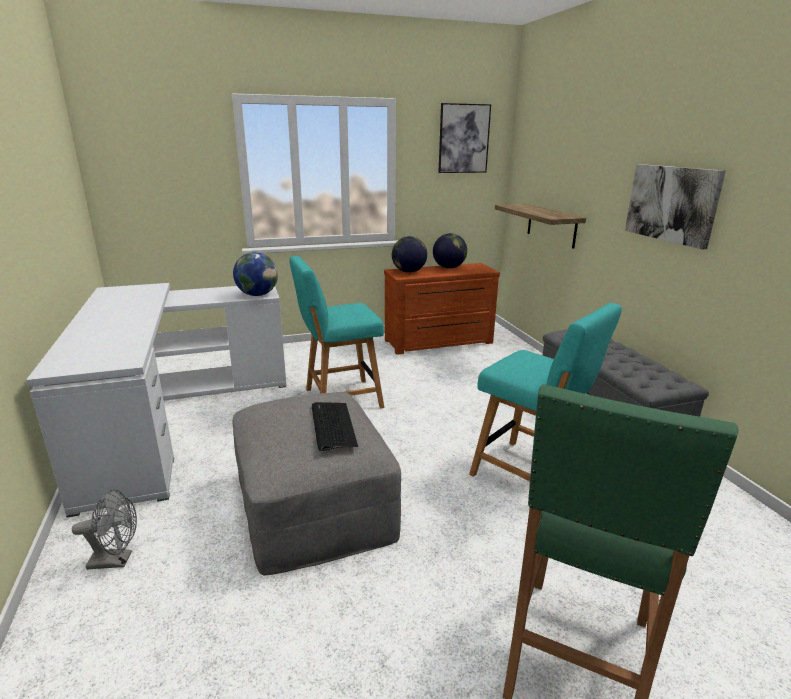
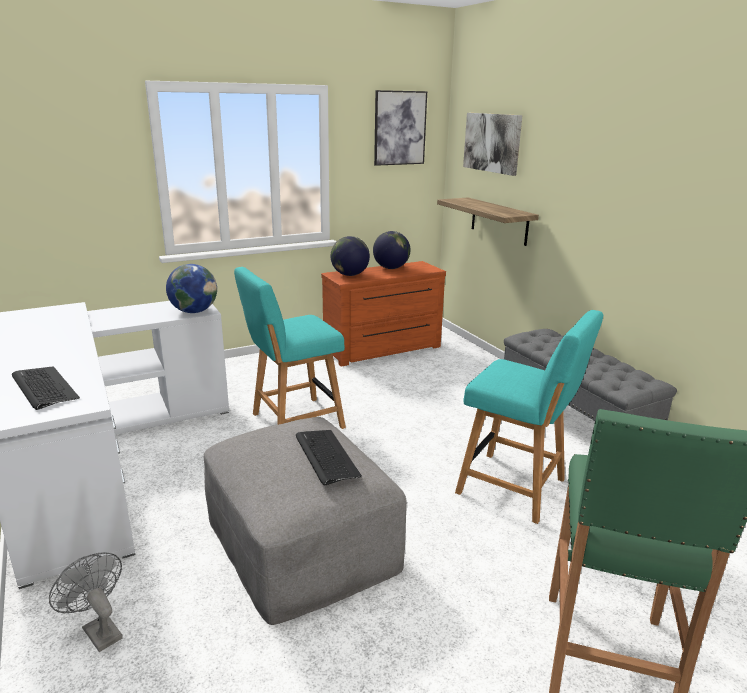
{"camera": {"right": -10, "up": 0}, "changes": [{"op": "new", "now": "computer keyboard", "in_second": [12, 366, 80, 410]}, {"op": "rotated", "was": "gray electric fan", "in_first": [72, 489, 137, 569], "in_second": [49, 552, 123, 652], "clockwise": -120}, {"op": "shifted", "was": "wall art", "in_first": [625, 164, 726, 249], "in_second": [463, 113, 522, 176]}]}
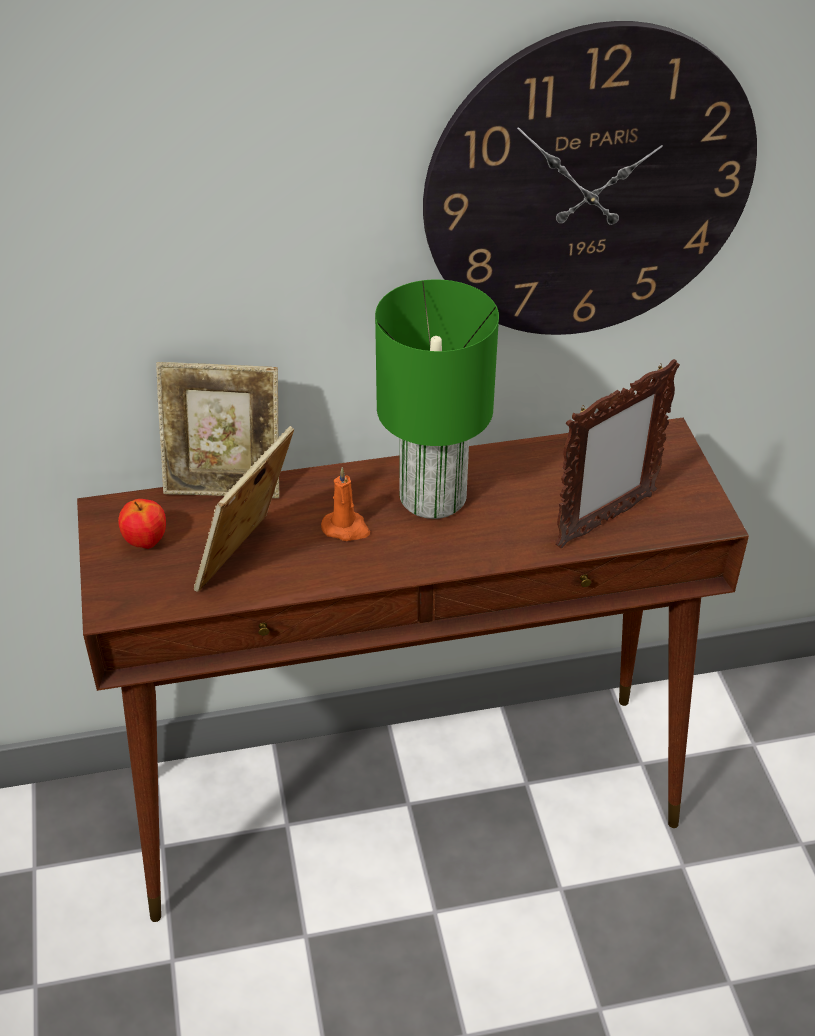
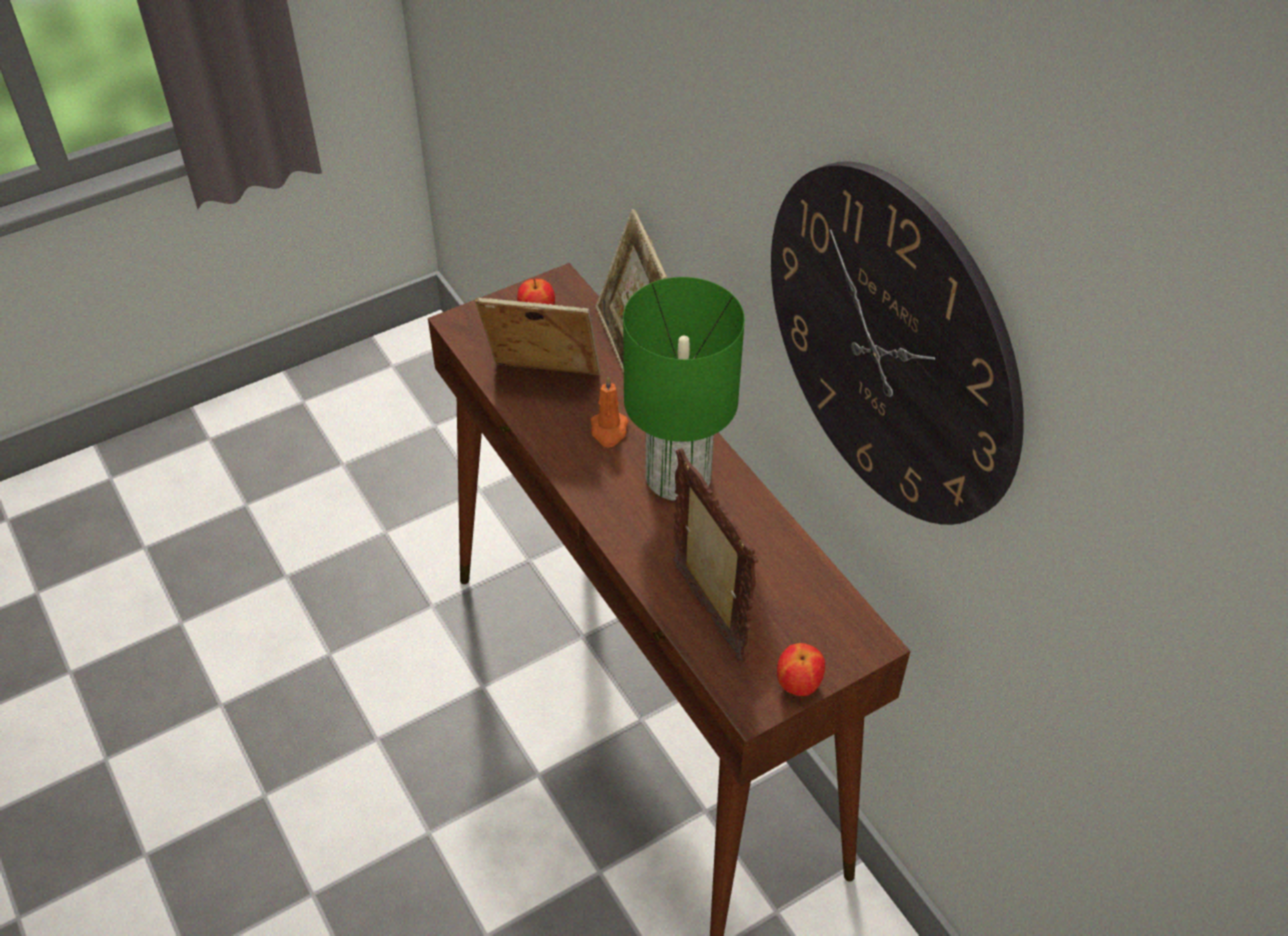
{"camera": {"right": 70, "up": 5}, "changes": [{"op": "rotated", "was": "picture frame", "in_first": [555, 359, 680, 548], "in_second": [673, 448, 759, 662], "clockwise": -150}, {"op": "new", "now": "apple fruit", "in_second": [777, 643, 825, 696]}]}
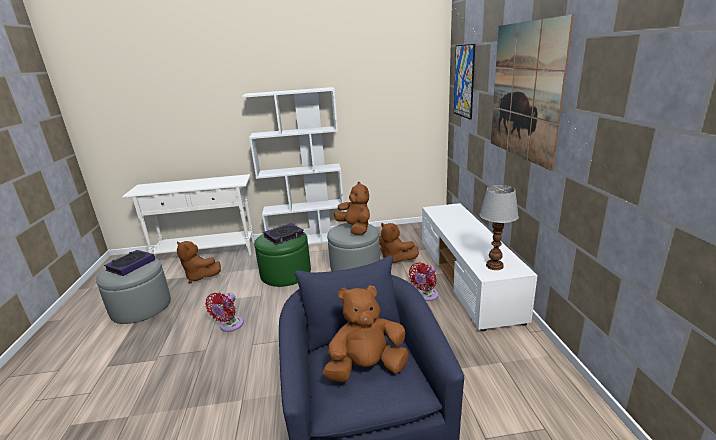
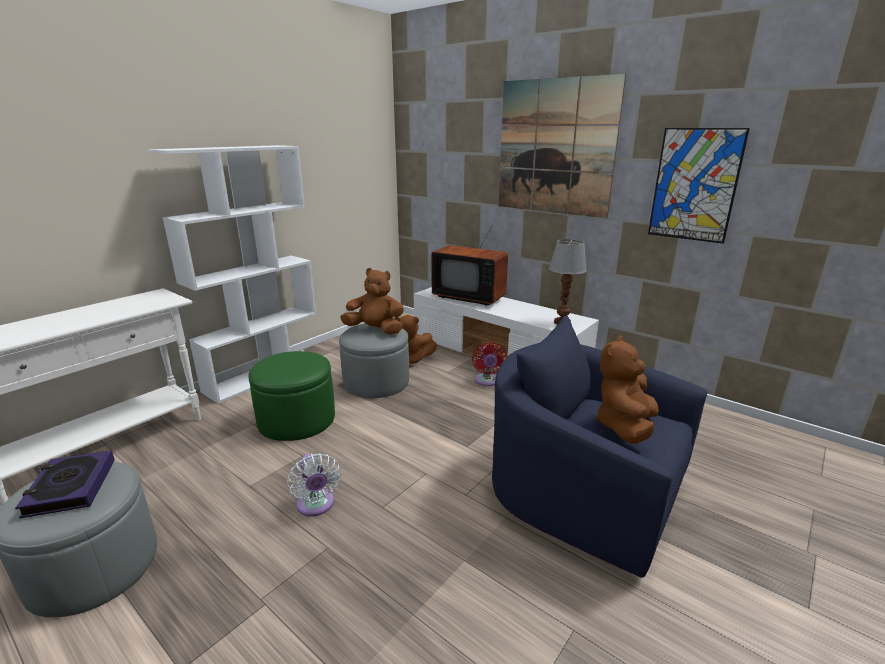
{"camera": {"right": -45, "up": 0}, "changes": [{"op": "repainted", "was": "red electric fan", "now": "white electric fan", "in_first": [205, 293, 244, 332], "in_second": [287, 453, 341, 516]}, {"op": "new", "now": "TV", "in_second": [431, 224, 508, 306]}, {"op": "shifted", "was": "wall art", "in_first": [454, 44, 475, 120], "in_second": [648, 128, 750, 244]}, {"op": "gone", "was": "brownish soft toy", "in_first": [177, 241, 221, 284]}, {"op": "gone", "was": "book", "in_first": [264, 223, 304, 245]}]}
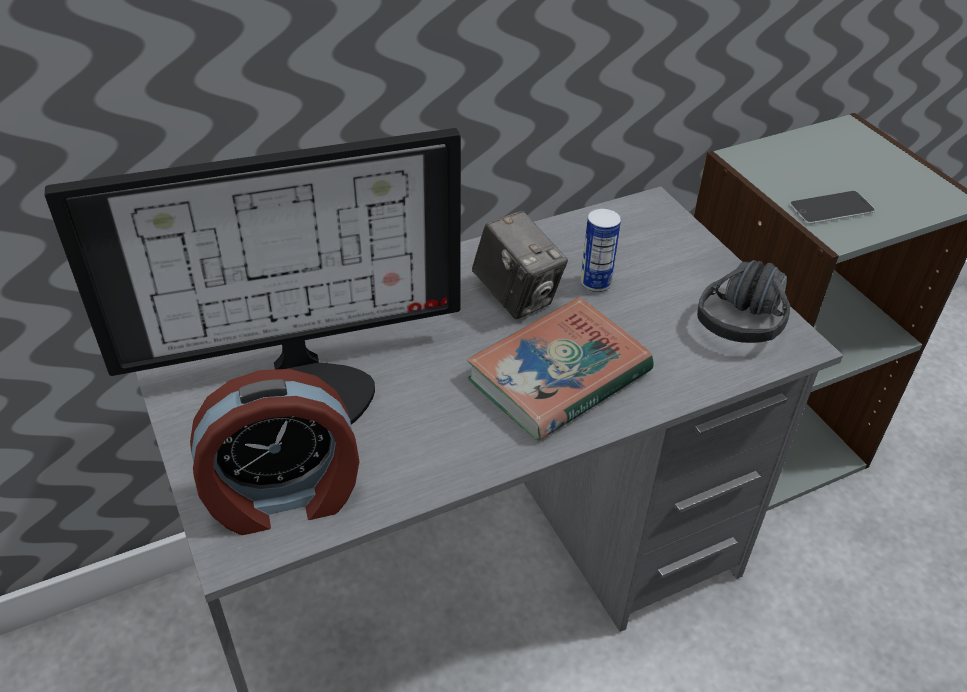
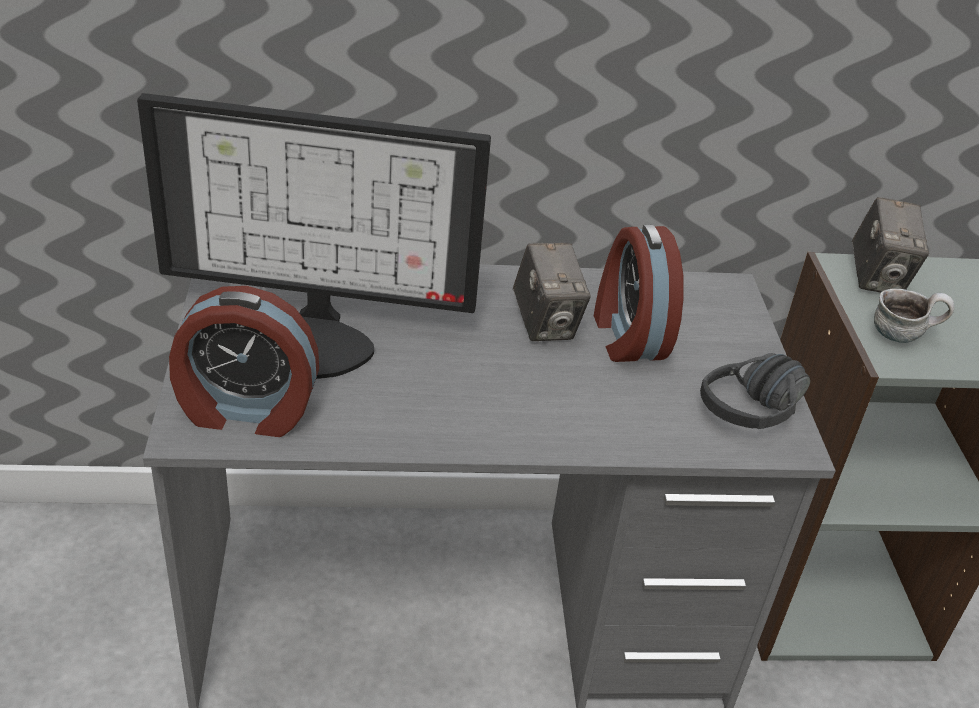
{"camera": {"right": 20, "up": -5}, "changes": [{"op": "swapped", "was": "can", "now": "table clock", "in_first": [580, 208, 621, 293], "in_second": [594, 224, 684, 362]}, {"op": "new", "now": "photo camera", "in_second": [852, 197, 929, 293]}, {"op": "swapped", "was": "handset", "now": "coffee mug", "in_first": [789, 191, 875, 224], "in_second": [874, 289, 955, 343]}, {"op": "gone", "was": "book", "in_first": [467, 297, 654, 441]}]}
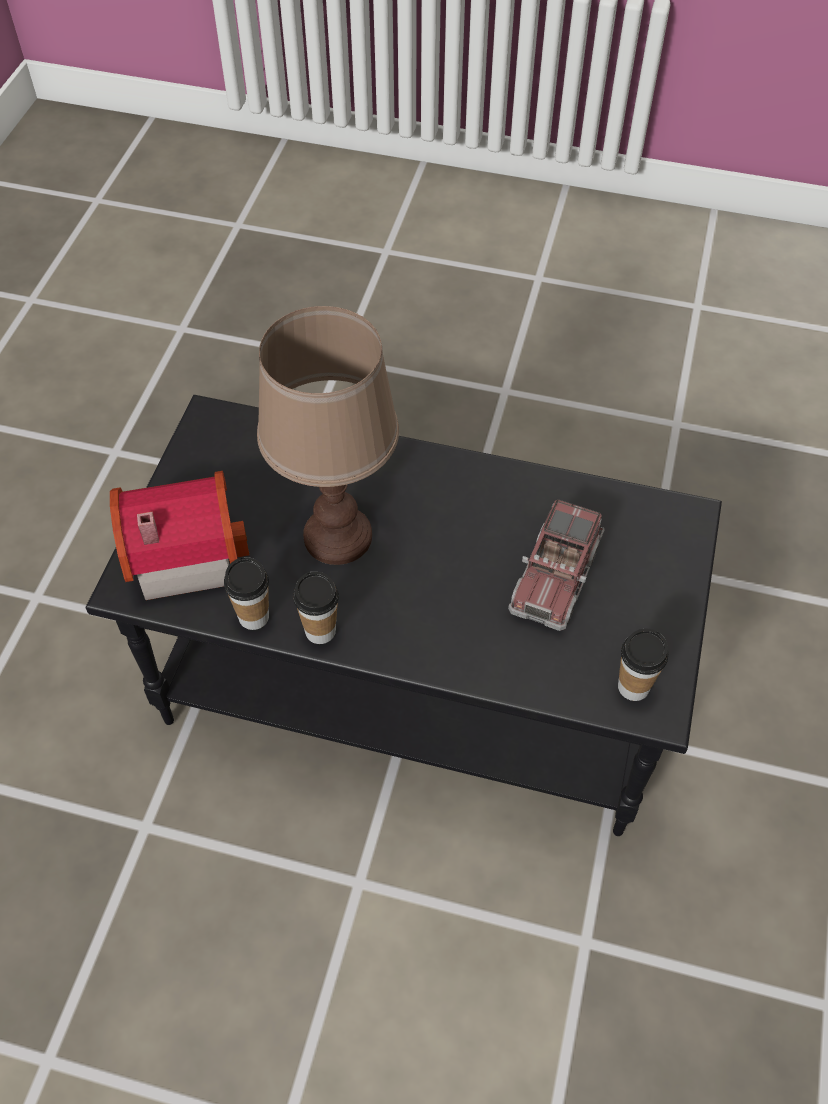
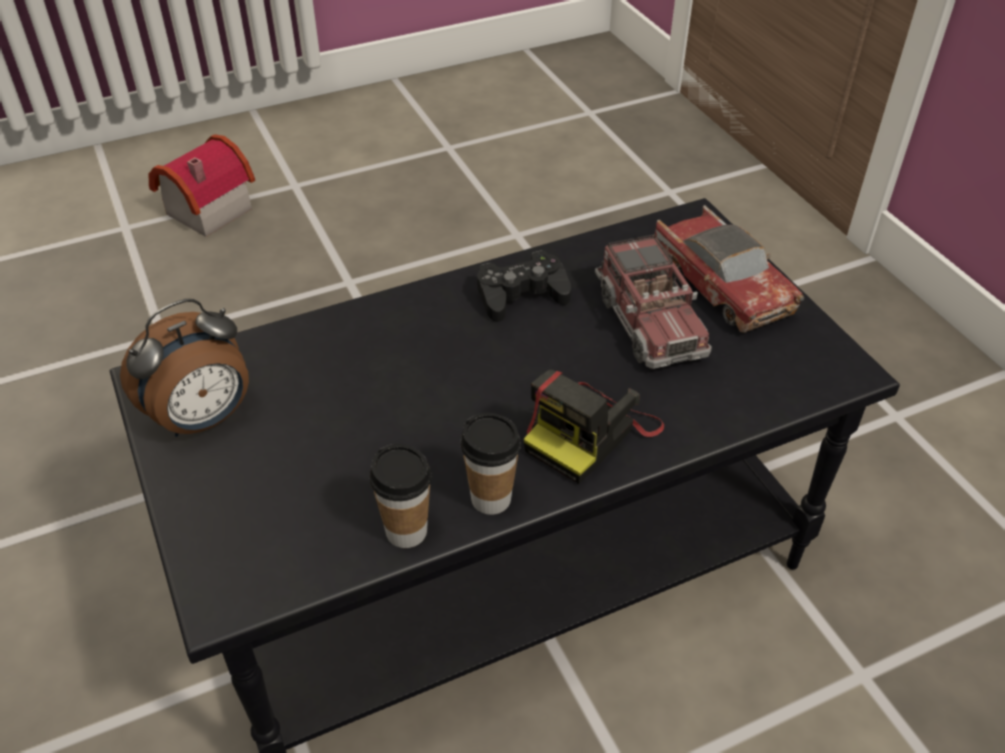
{"camera": {"right": -40, "up": -10}, "changes": [{"op": "new", "now": "table clock", "in_second": [120, 299, 249, 437]}, {"op": "shifted", "was": "toy house", "in_first": [110, 471, 249, 600], "in_second": [148, 134, 255, 237]}, {"op": "new", "now": "black game controller", "in_second": [477, 250, 571, 322]}, {"op": "new", "now": "photo camera", "in_second": [523, 369, 664, 484]}, {"op": "new", "now": "toy car", "in_second": [653, 205, 804, 333]}, {"op": "gone", "was": "brownish lamp for a table", "in_first": [257, 306, 399, 565]}, {"op": "gone", "was": "small cup", "in_first": [618, 628, 668, 701]}]}
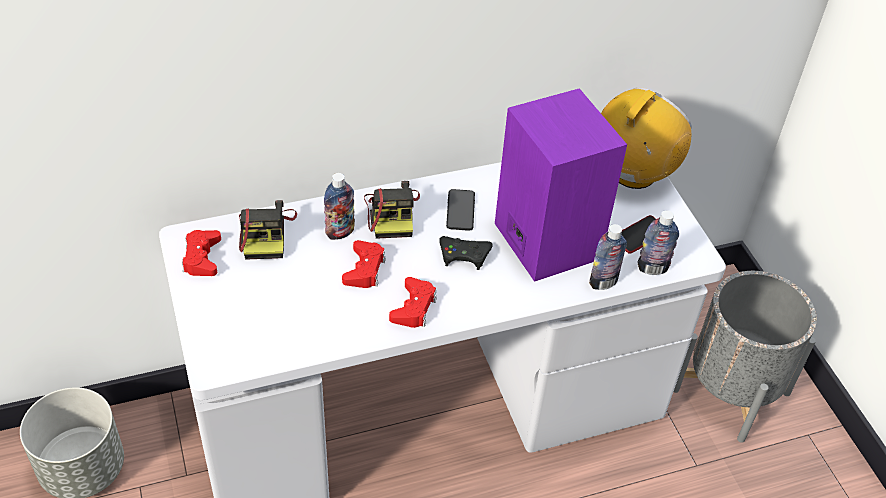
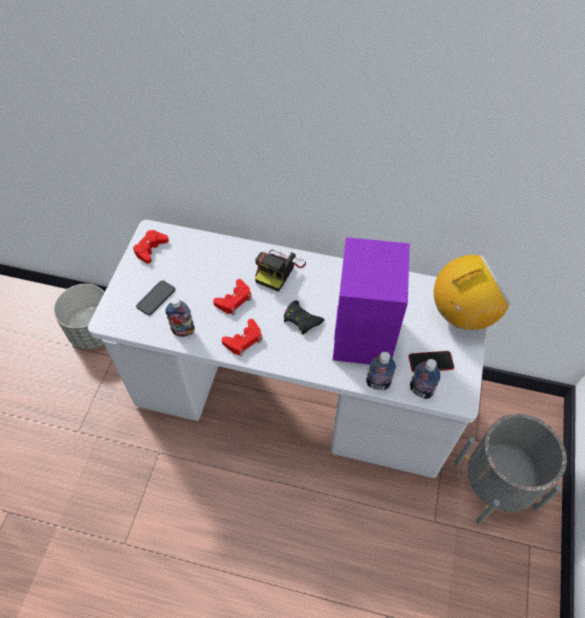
{"camera": {"right": 35, "up": 10}, "changes": [{"op": "shifted", "was": "handset", "in_first": [446, 189, 475, 231], "in_second": [136, 280, 175, 316]}, {"op": "shifted", "was": "beverage bottle", "in_first": [324, 173, 355, 240], "in_second": [165, 296, 195, 337]}, {"op": "gone", "was": "photo camera", "in_first": [239, 200, 297, 260]}]}
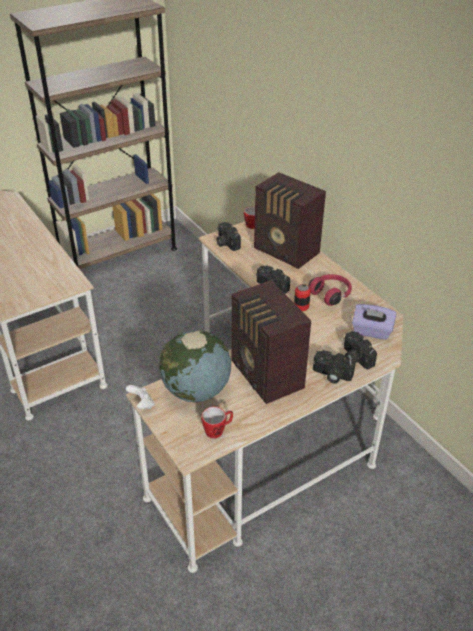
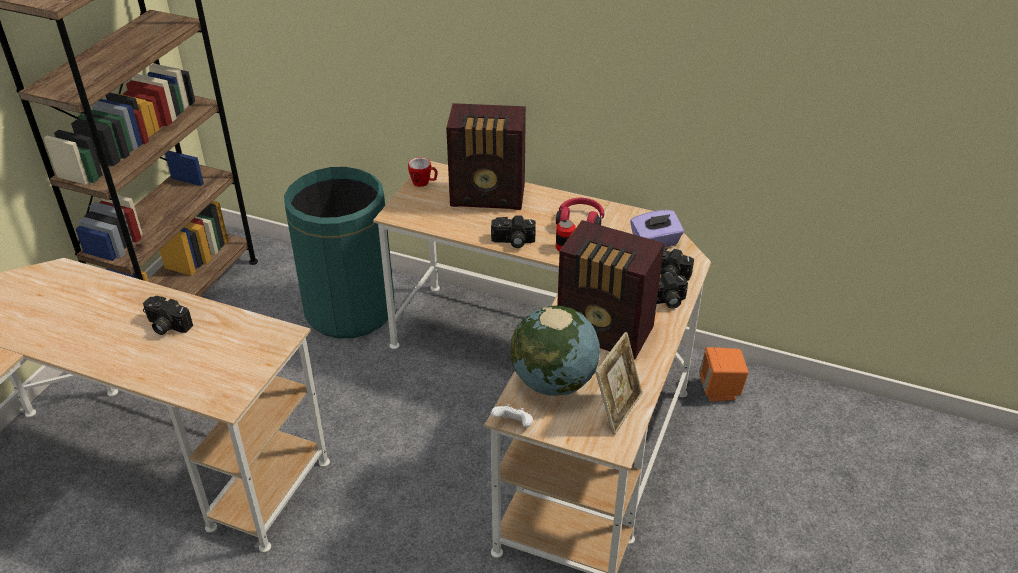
{"camera": {"right": -35, "up": 0}, "changes": [{"op": "shifted", "was": "photo camera", "in_first": [216, 222, 241, 251], "in_second": [143, 296, 193, 335]}, {"op": "new", "now": "green-coloured trash can", "in_second": [284, 167, 395, 338]}, {"op": "swapped", "was": "coffee mug", "now": "picture frame", "in_first": [201, 407, 233, 438], "in_second": [595, 332, 643, 435]}, {"op": "new", "now": "orange loudspeaker", "in_second": [699, 347, 749, 402]}]}
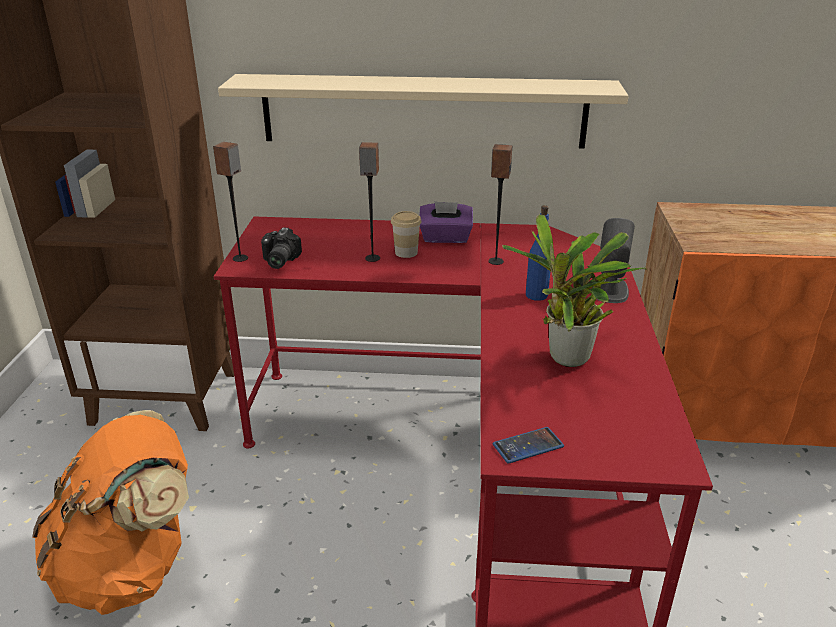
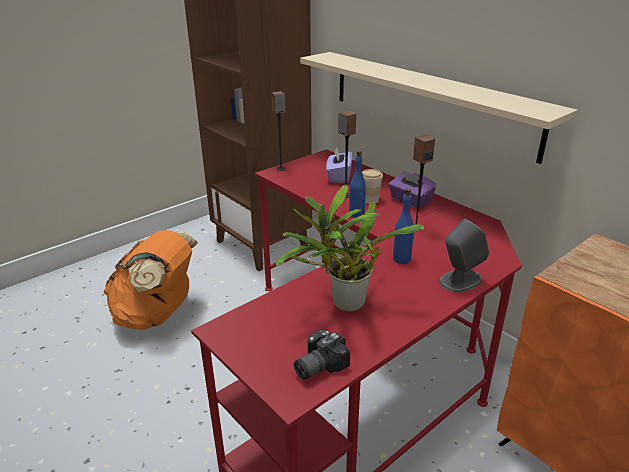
{"camera": {"right": 45, "up": 0}, "changes": [{"op": "shifted", "was": "photo camera", "in_first": [261, 228, 302, 269], "in_second": [294, 329, 350, 380]}, {"op": "new", "now": "purple tissue holder", "in_second": [326, 147, 352, 183]}, {"op": "new", "now": "blue-coloured beverage bottle", "in_second": [349, 150, 366, 218]}, {"op": "gone", "was": "handset", "in_first": [493, 427, 564, 464]}]}
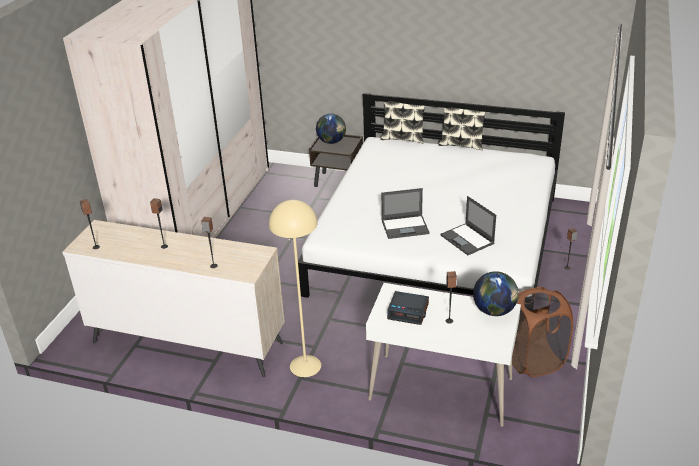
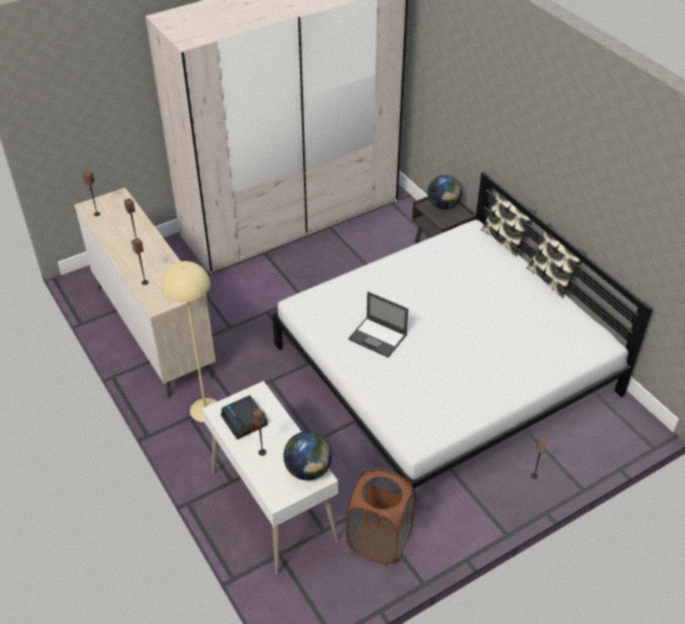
{"camera": {"right": 40, "up": 10}, "changes": [{"op": "gone", "was": "laptop", "in_first": [441, 196, 496, 255]}]}
